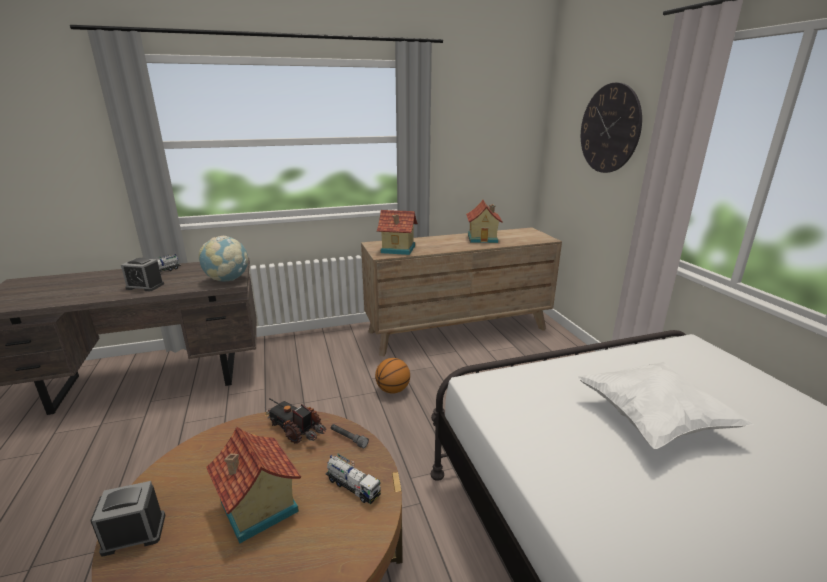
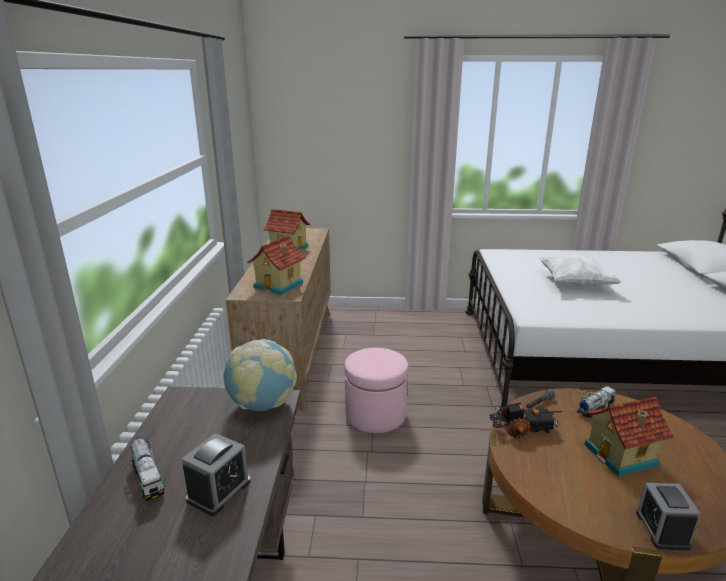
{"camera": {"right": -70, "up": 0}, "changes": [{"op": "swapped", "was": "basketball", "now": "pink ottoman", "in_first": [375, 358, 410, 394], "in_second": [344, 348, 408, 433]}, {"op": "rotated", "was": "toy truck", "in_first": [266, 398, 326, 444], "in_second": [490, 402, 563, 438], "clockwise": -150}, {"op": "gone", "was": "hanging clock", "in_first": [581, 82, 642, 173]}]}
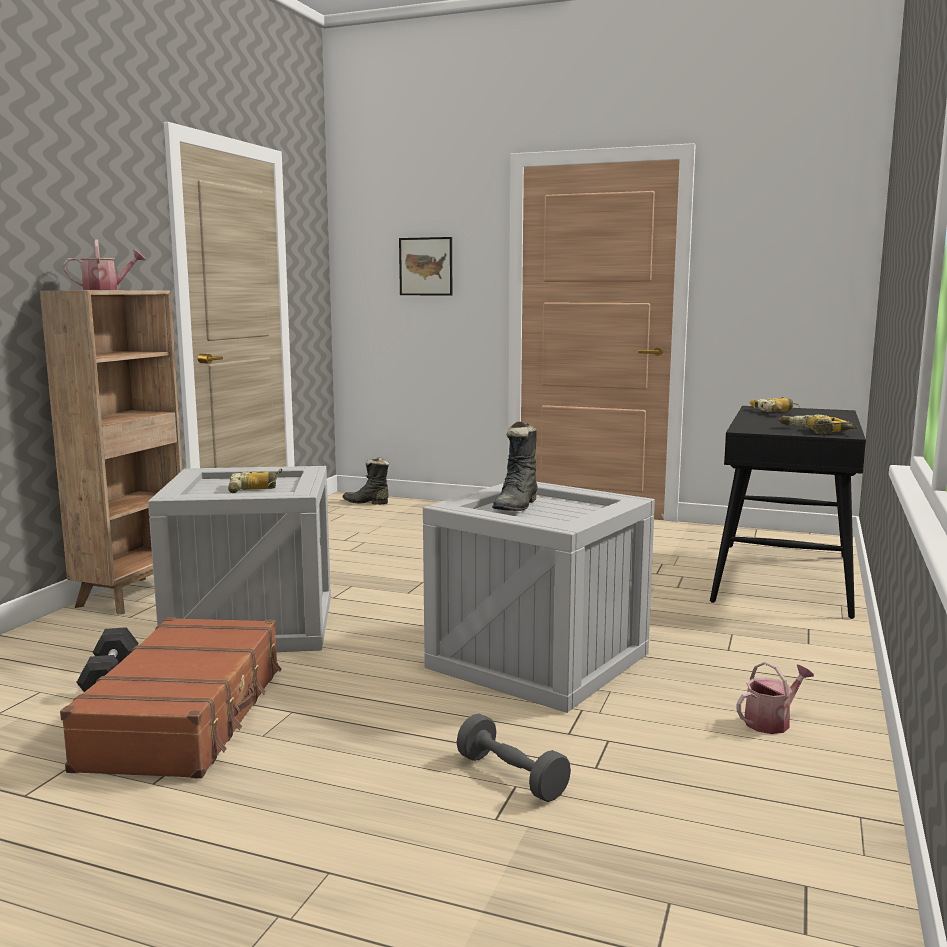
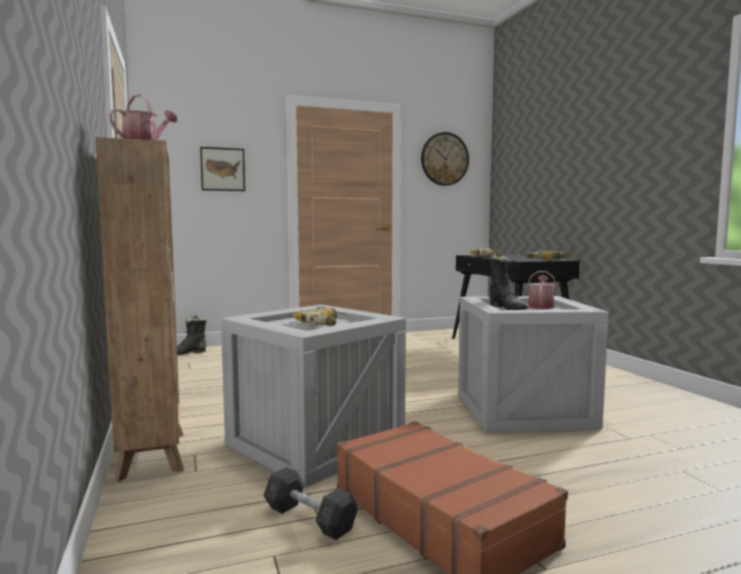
{"camera": {"right": -40, "up": -5}, "changes": [{"op": "new", "now": "hanging clock", "in_second": [421, 132, 469, 186]}, {"op": "shifted", "was": "sprinkling can", "in_first": [737, 662, 814, 734], "in_second": [528, 271, 556, 309]}, {"op": "gone", "was": "gray dumbbell", "in_first": [457, 714, 571, 802]}]}
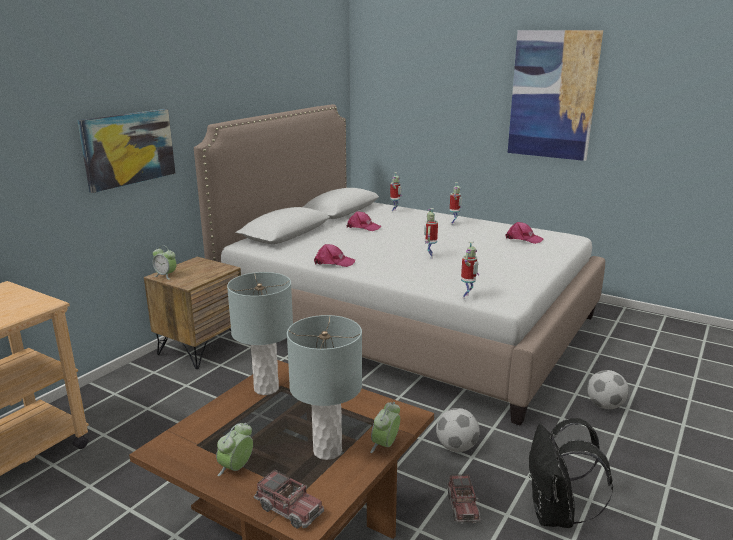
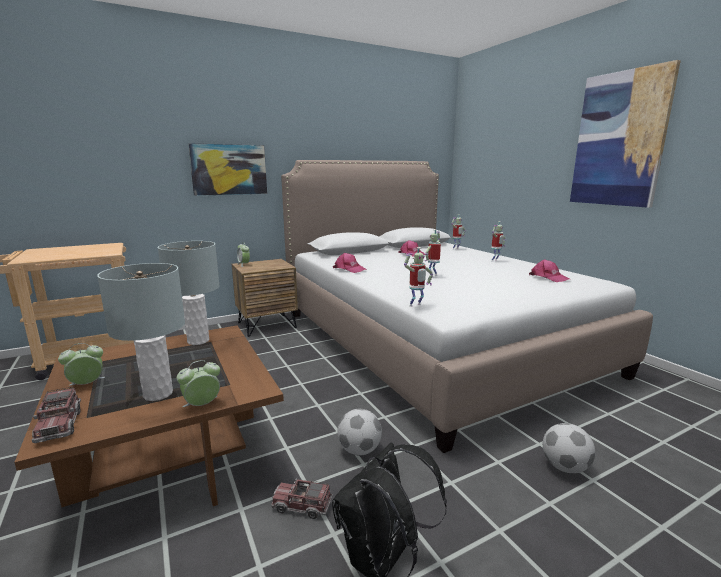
{"camera": {"right": 30, "up": -5}, "changes": [{"op": "rotated", "was": "toy truck", "in_first": [447, 474, 481, 524], "in_second": [271, 479, 333, 519], "clockwise": 75}]}
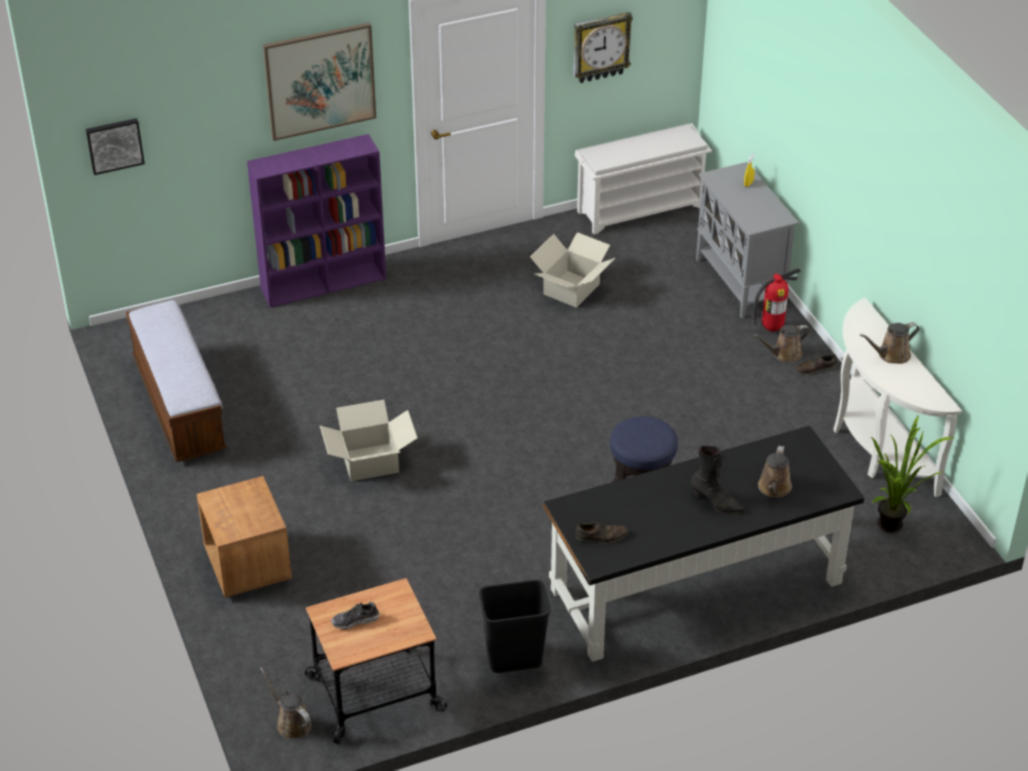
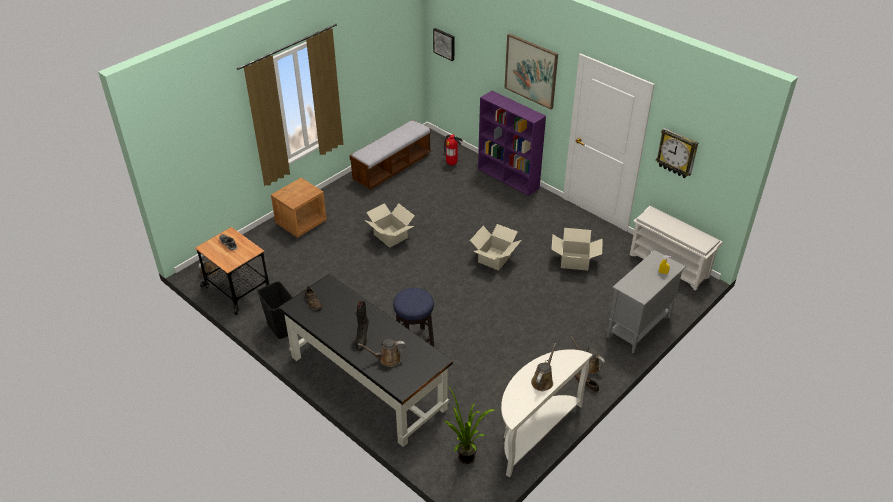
{"camera": {"right": 65, "up": 0}, "changes": [{"op": "shifted", "was": "fire extinguisher", "in_first": [752, 268, 801, 332], "in_second": [444, 135, 463, 166]}, {"op": "new", "now": "carton", "in_second": [470, 224, 521, 270]}, {"op": "rotated", "was": "brownish sprinkling can", "in_first": [860, 322, 920, 364], "in_second": [531, 343, 557, 391], "clockwise": 75}]}
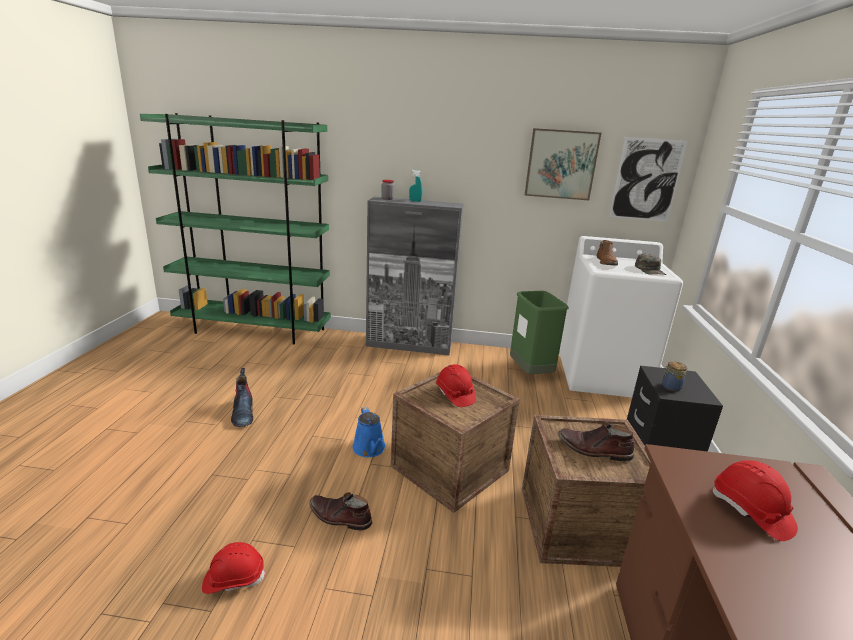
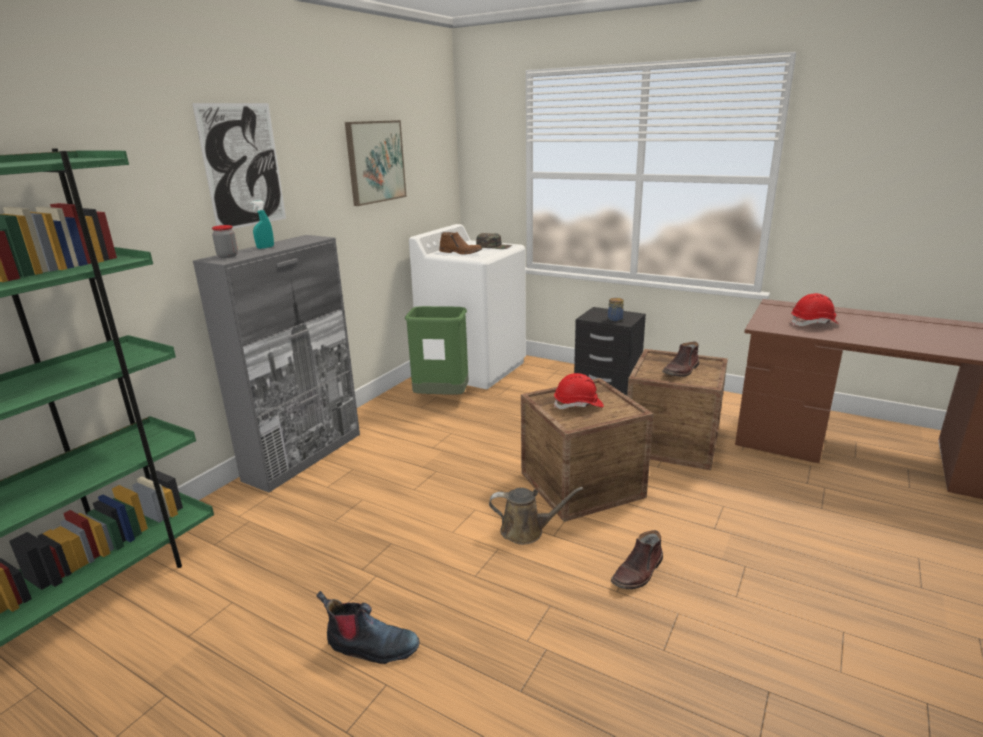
{"camera": {"right": -65, "up": 0}, "changes": [{"op": "shifted", "was": "wall art", "in_first": [609, 137, 687, 222], "in_second": [192, 103, 286, 229]}, {"op": "repainted", "was": "blue-coloured sprinkling can", "now": "brownish sprinkling can", "in_first": [353, 407, 386, 457], "in_second": [489, 487, 583, 545]}, {"op": "gone", "was": "red safety helmet", "in_first": [202, 542, 266, 594]}]}
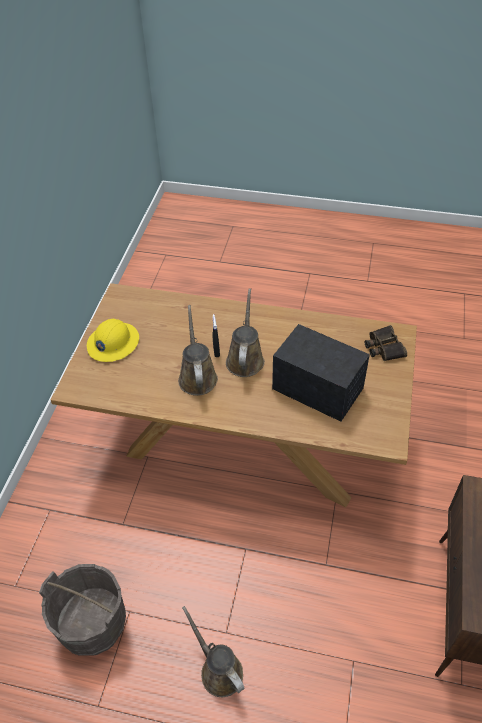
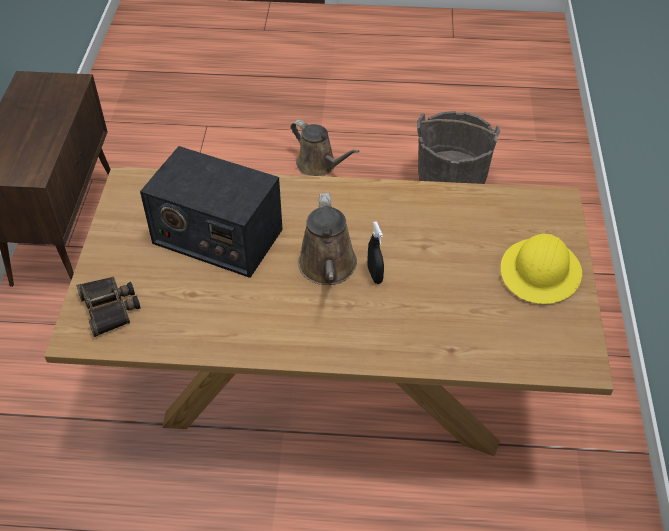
{"camera": {"right": 170, "up": 0}, "changes": [{"op": "gone", "was": "brownish sprinkling can", "in_first": [178, 305, 218, 396]}]}
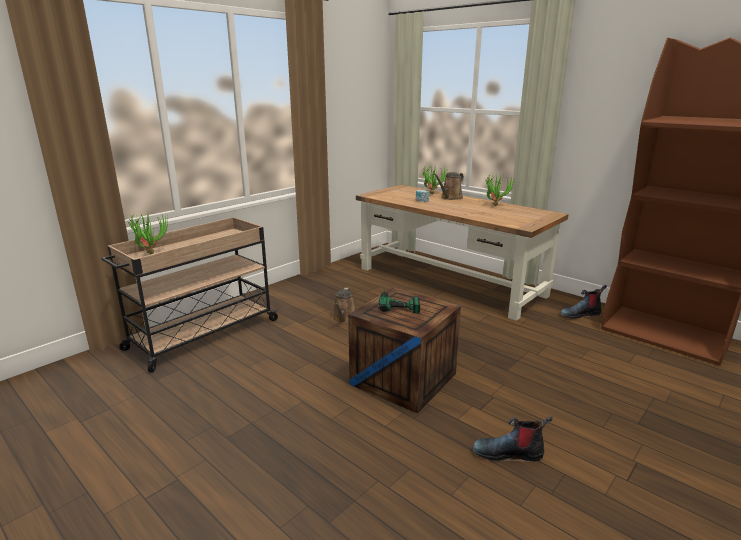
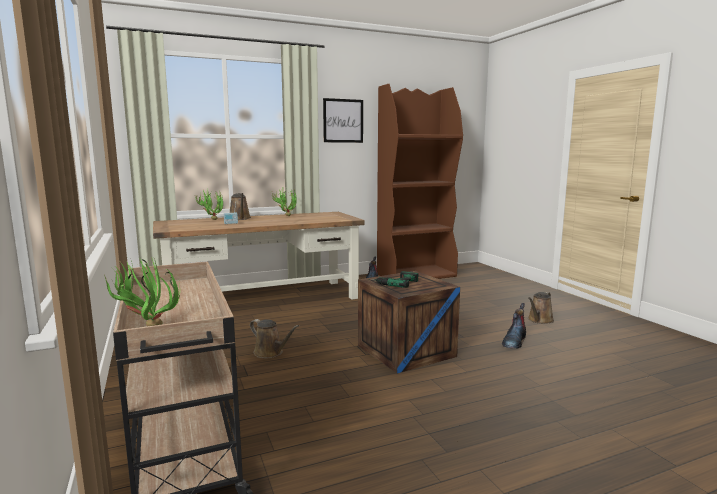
{"camera": {"right": -65, "up": -10}, "changes": [{"op": "new", "now": "wall art", "in_second": [323, 98, 363, 143]}, {"op": "new", "now": "brownish sprinkling can", "in_second": [528, 292, 554, 324]}]}
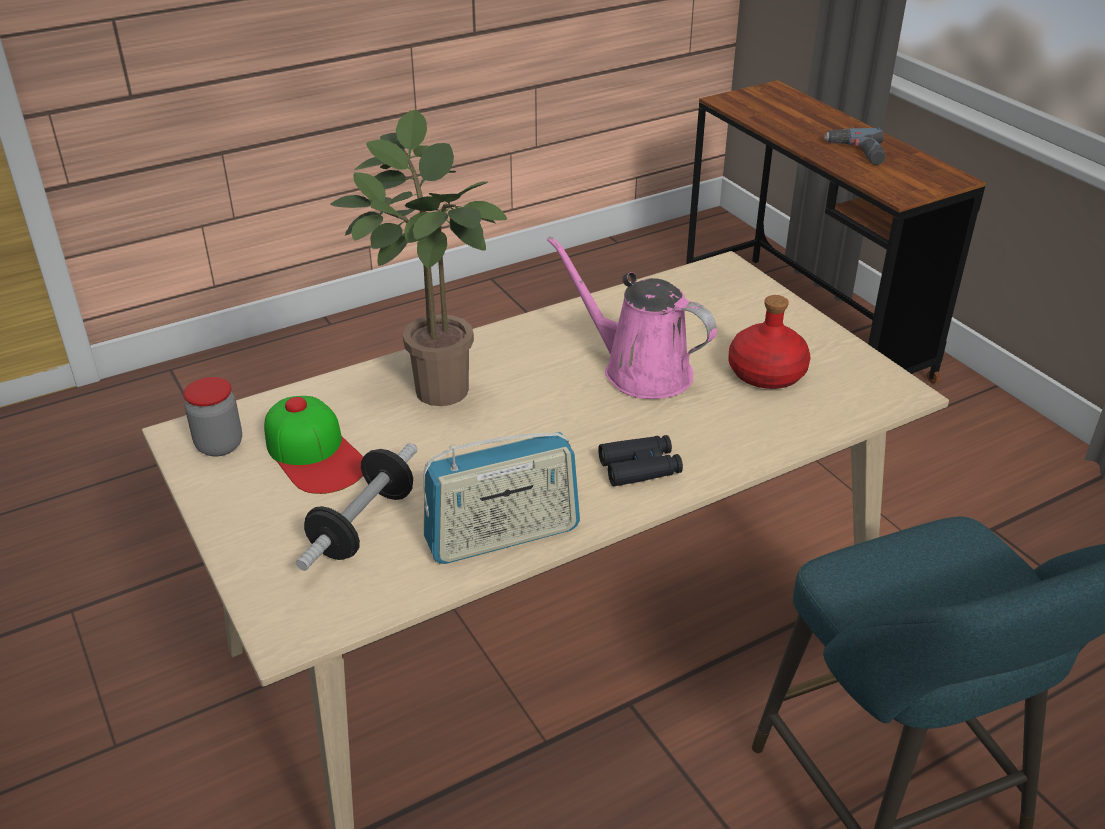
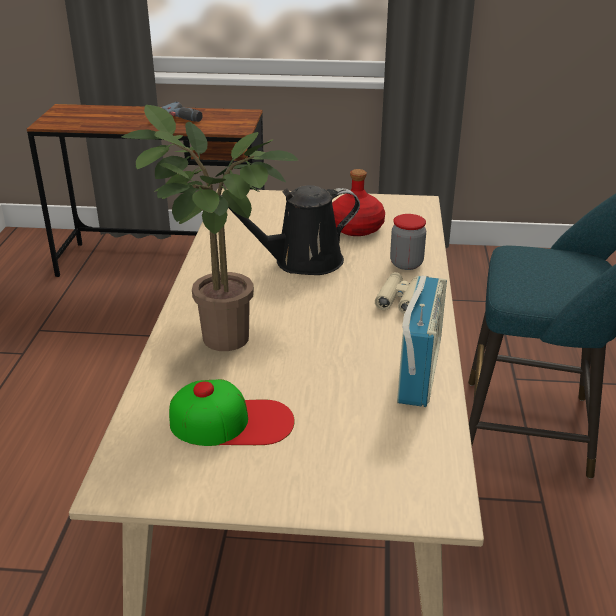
{"camera": {"right": -55, "up": -5}, "changes": [{"op": "repainted", "was": "pink sprinkling can", "now": "black sprinkling can", "in_first": [547, 236, 717, 399], "in_second": [220, 185, 360, 275]}, {"op": "repainted", "was": "black binoculars", "now": "sand-coloured binoculars", "in_first": [598, 435, 683, 487], "in_second": [375, 272, 418, 314]}, {"op": "shifted", "was": "storage jar", "in_first": [183, 377, 242, 457], "in_second": [390, 214, 426, 270]}, {"op": "gone", "was": "dumbbell", "in_first": [296, 443, 417, 571]}]}
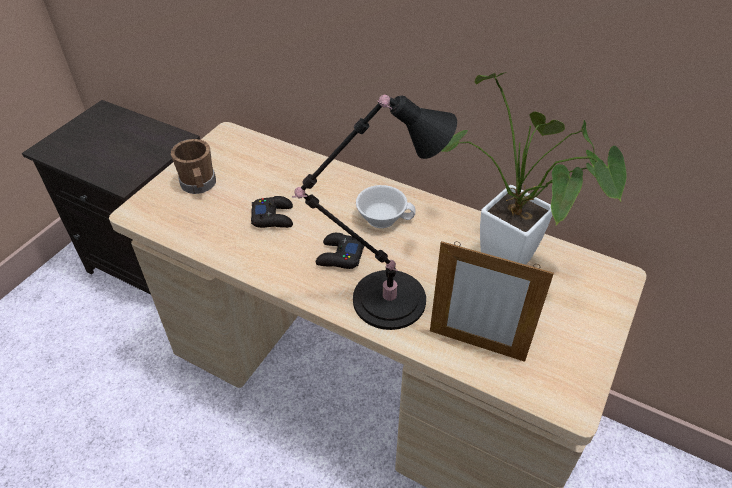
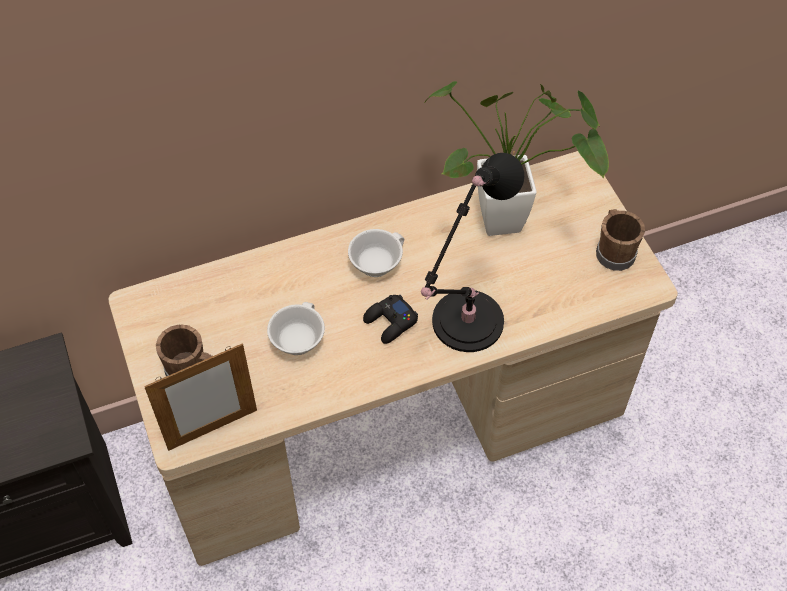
{"camera": {"right": -50, "up": 10}, "changes": [{"op": "shifted", "was": "picture frame", "in_first": [430, 241, 554, 362], "in_second": [144, 343, 257, 451]}, {"op": "swapped", "was": "black game controller", "now": "white small cup", "in_first": [251, 196, 293, 228], "in_second": [267, 302, 325, 355]}, {"op": "new", "now": "brownish coffee mug", "in_second": [596, 209, 645, 271]}]}
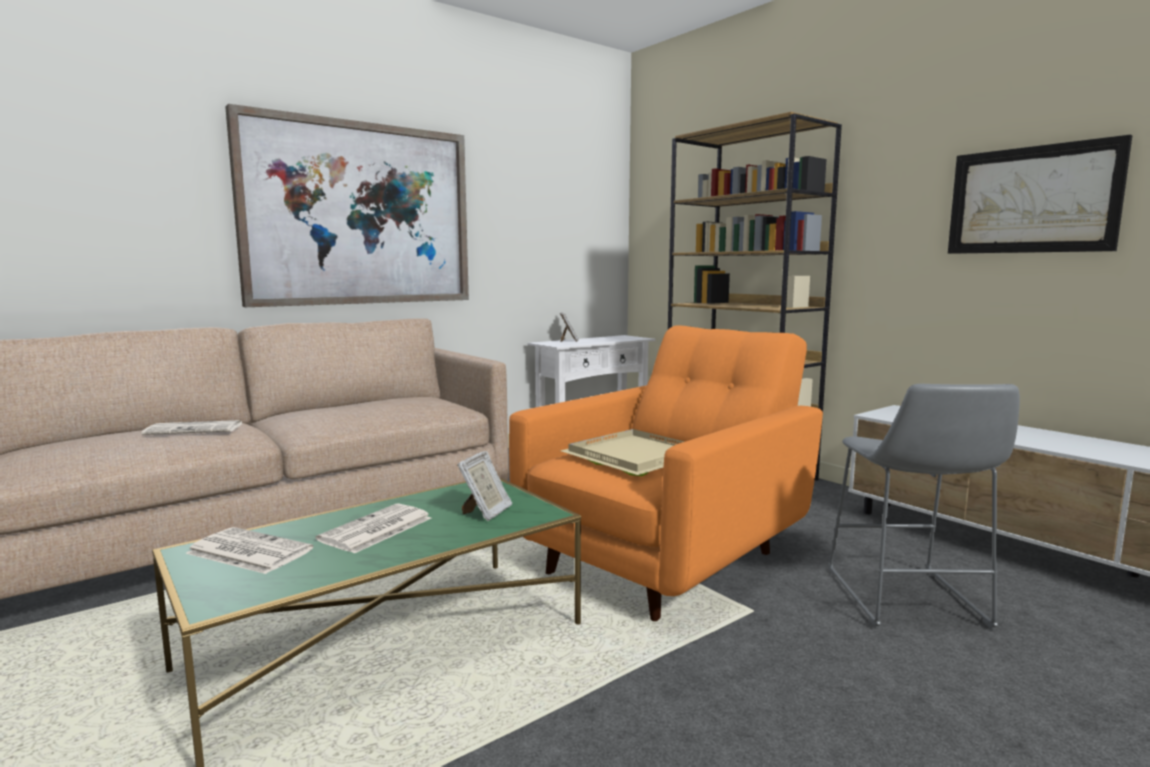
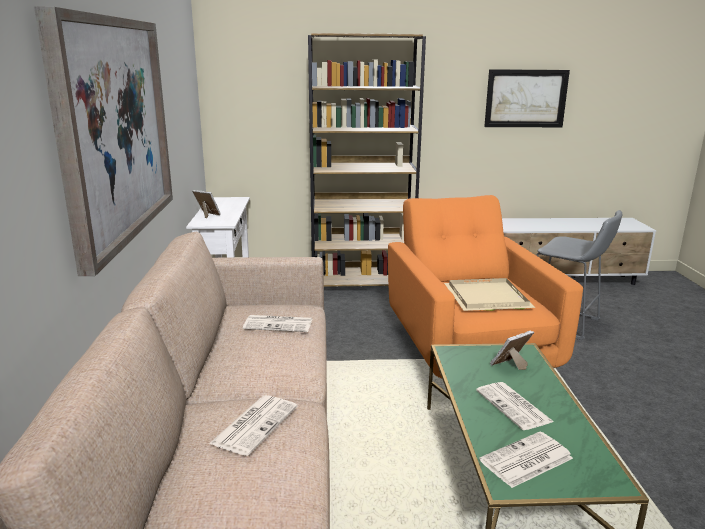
{"camera": {"right": -55, "up": 10}, "changes": [{"op": "new", "now": "printed paper", "in_second": [243, 315, 312, 332]}, {"op": "rotated", "was": "picture frame", "in_first": [457, 451, 512, 521], "in_second": [490, 330, 534, 370], "clockwise": -90}]}
